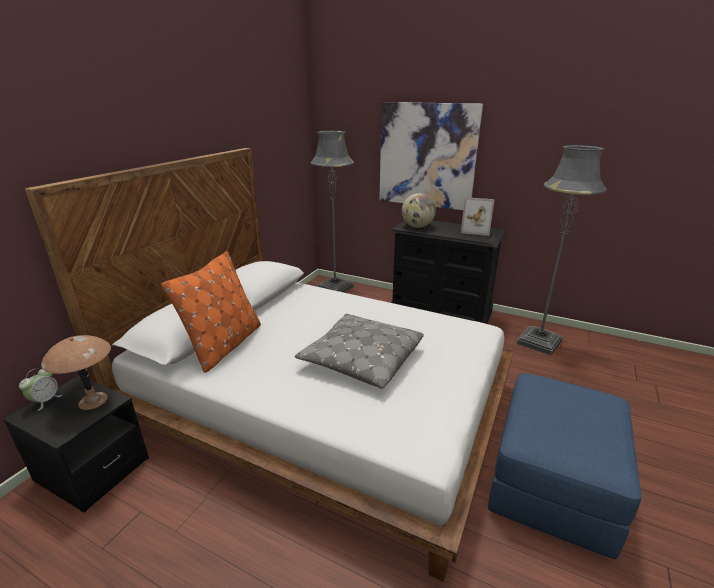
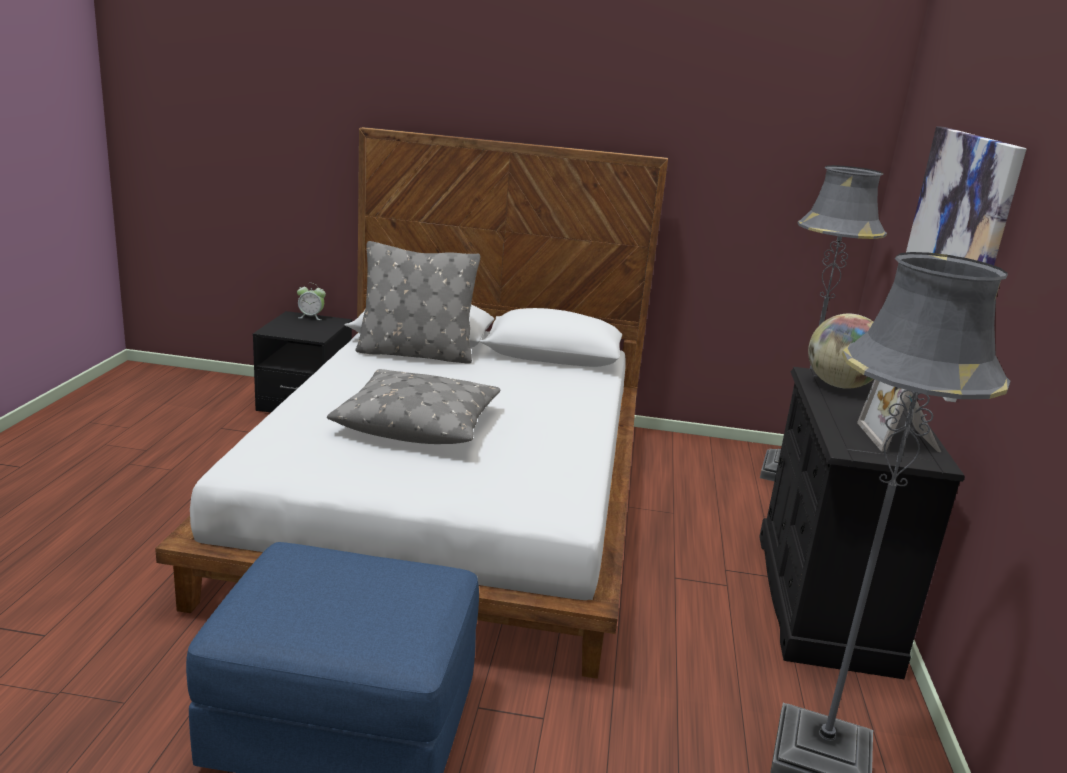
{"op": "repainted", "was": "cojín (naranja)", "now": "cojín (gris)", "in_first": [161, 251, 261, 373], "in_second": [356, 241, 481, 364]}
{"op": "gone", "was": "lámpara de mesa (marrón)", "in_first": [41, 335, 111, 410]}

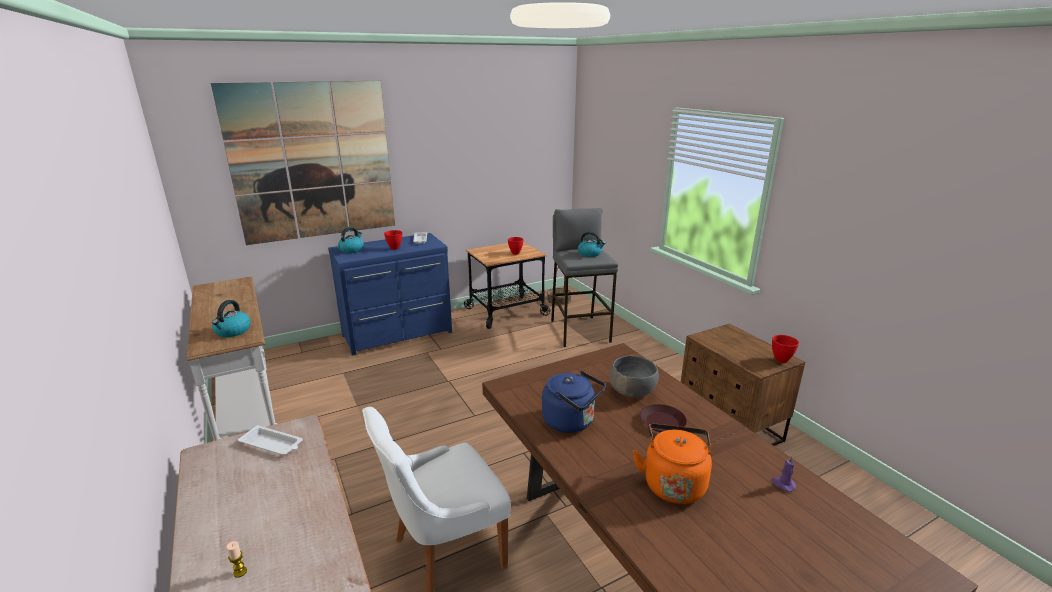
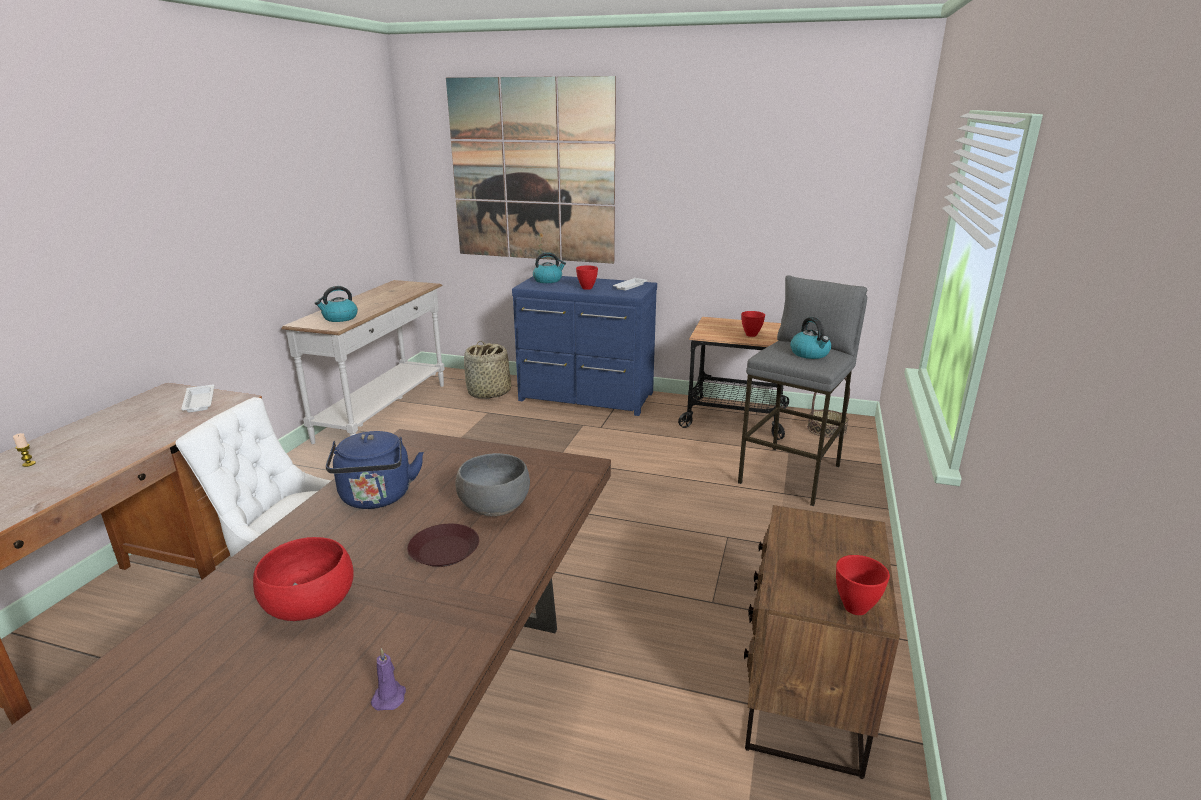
{"op": "swapped", "was": "hervidor (naranja)", "now": "cuenco (rojo)", "in_first": [633, 424, 712, 504], "in_second": [253, 537, 354, 621]}
{"op": "new", "now": "cesta", "in_second": [464, 341, 511, 399]}

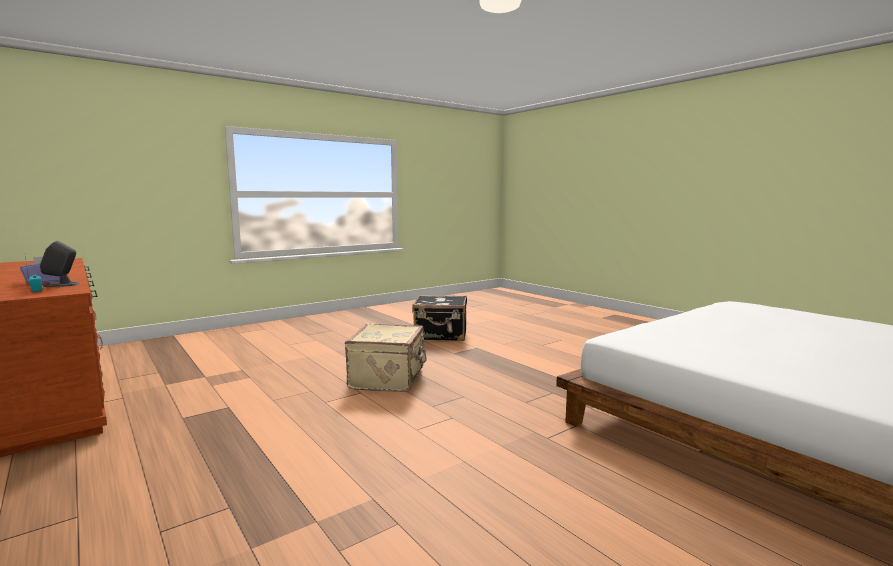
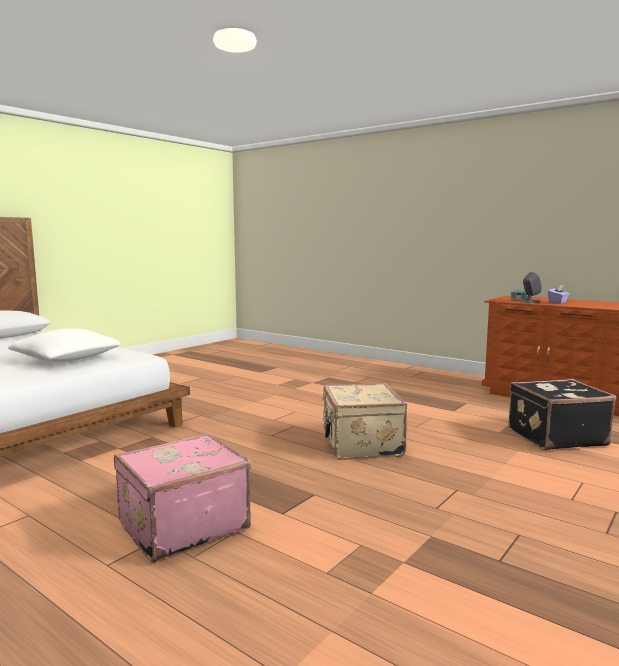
{"op": "shifted", "was": "maleta (negro)", "in_first": [412, 295, 467, 341], "in_second": [508, 379, 616, 450]}
{"op": "new", "now": "cojín (blanco)", "in_second": [8, 328, 120, 362]}
{"op": "new", "now": "maleta (rosa)", "in_second": [114, 433, 251, 563]}

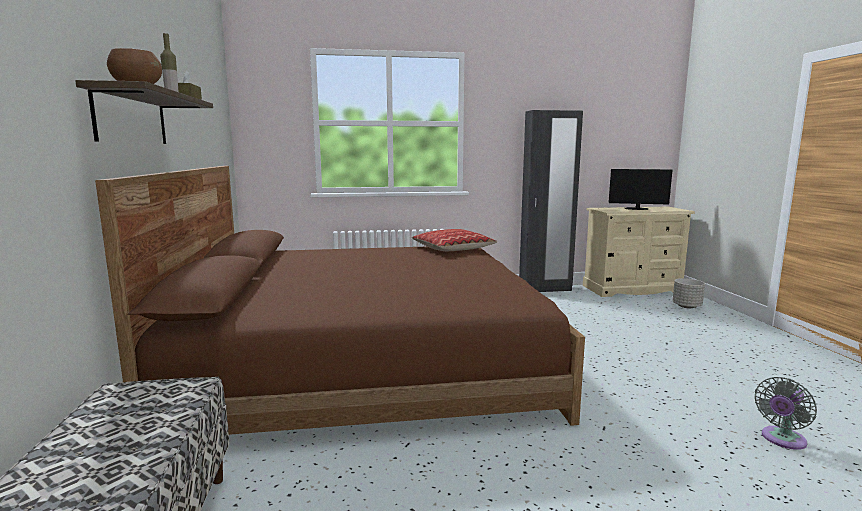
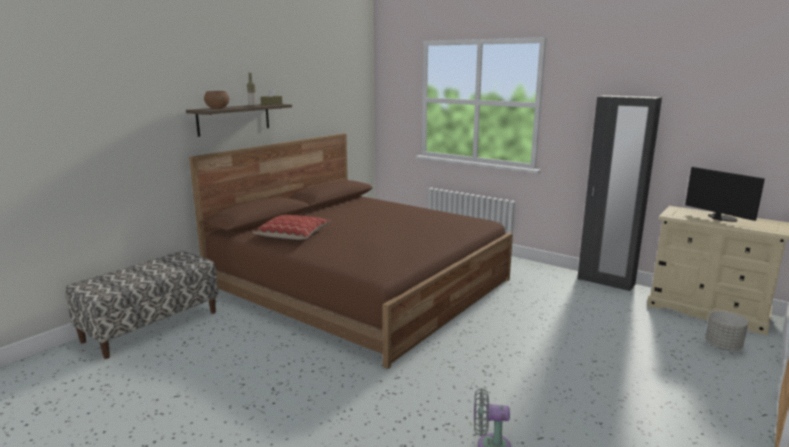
{"op": "shifted", "was": "cojín", "in_first": [412, 229, 497, 251], "in_second": [253, 215, 331, 240]}

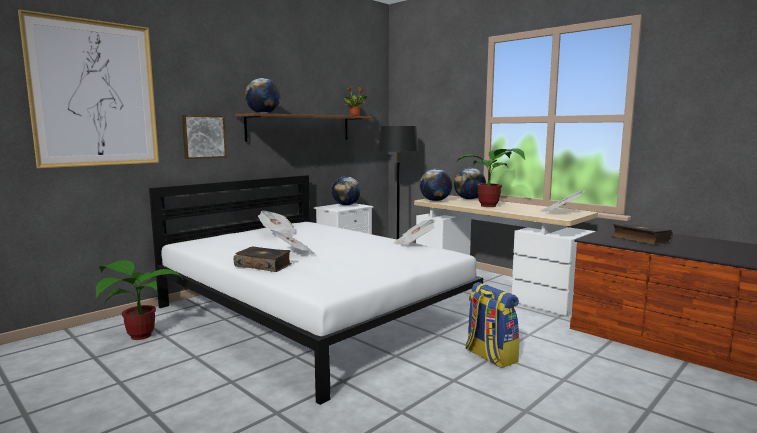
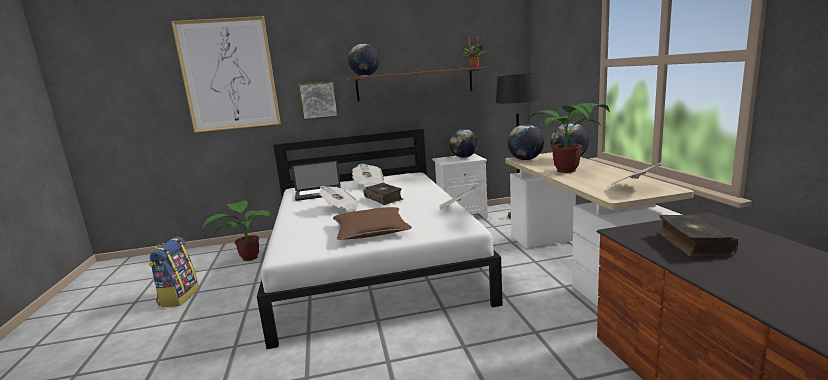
{"op": "shifted", "was": "libro", "in_first": [234, 246, 292, 272], "in_second": [364, 183, 403, 205]}
{"op": "shifted", "was": "mochila", "in_first": [466, 282, 519, 368], "in_second": [149, 237, 199, 307]}
{"op": "new", "now": "portátil", "in_second": [292, 160, 341, 201]}
{"op": "new", "now": "cojín (marrón)", "in_second": [333, 207, 412, 240]}

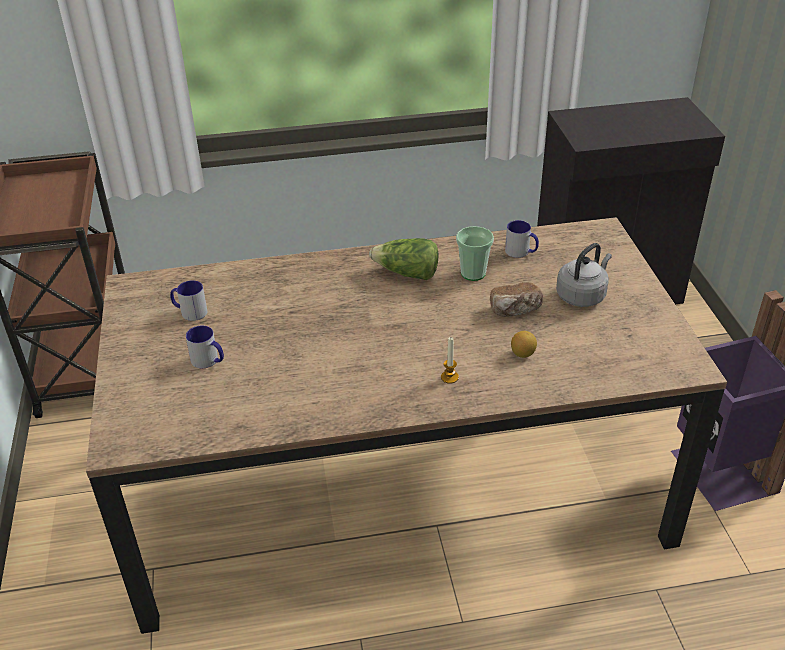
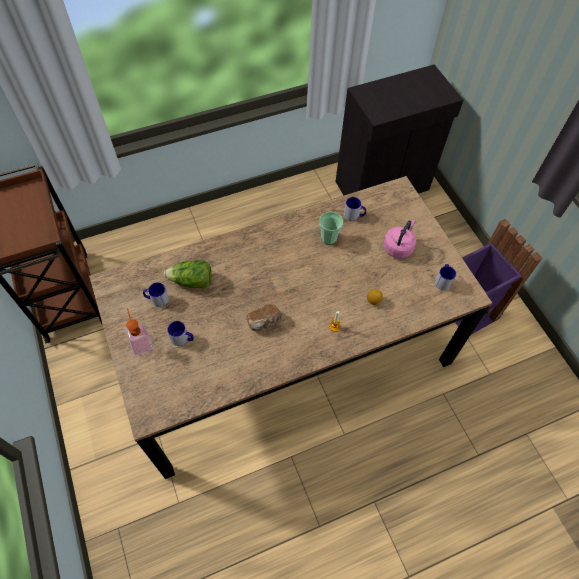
{"op": "shifted", "was": "lechuga", "in_first": [369, 238, 438, 280], "in_second": [164, 260, 211, 289]}
{"op": "repainted", "was": "hervidor (gris)", "now": "hervidor (rosa)", "in_first": [556, 243, 612, 307], "in_second": [384, 220, 416, 258]}
{"op": "shifted", "was": "pan", "in_first": [490, 282, 543, 317], "in_second": [247, 304, 282, 331]}
{"op": "new", "now": "taza grande", "in_second": [435, 264, 456, 290]}
{"op": "new", "now": "dispensador de jabón", "in_second": [126, 308, 153, 355]}

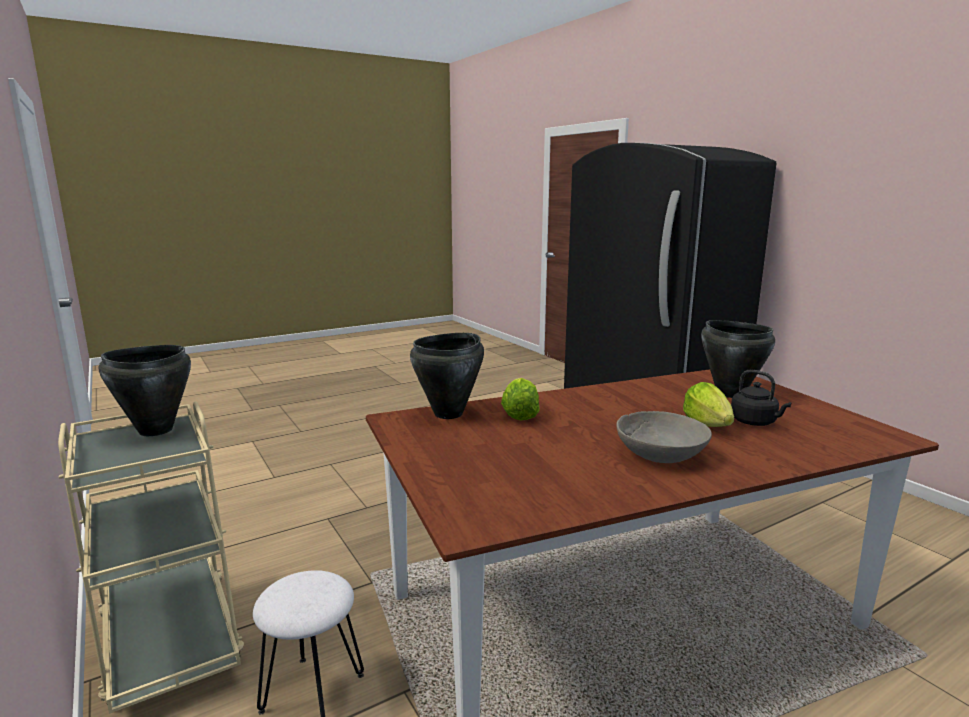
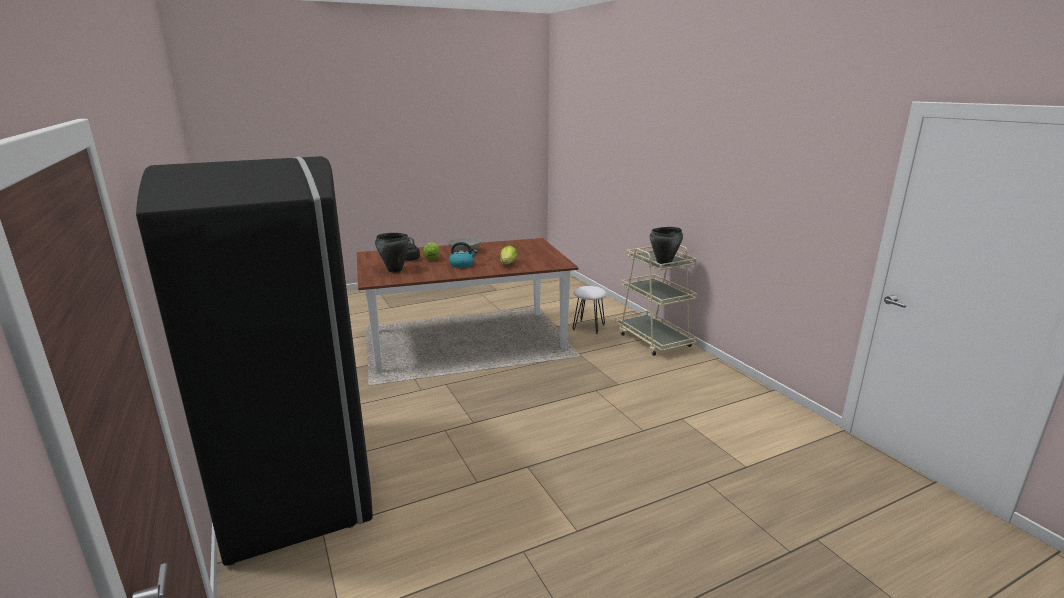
{"op": "gone", "was": "olla (negro)", "in_first": [410, 333, 484, 419]}
{"op": "new", "now": "hervidor", "in_second": [449, 242, 478, 268]}

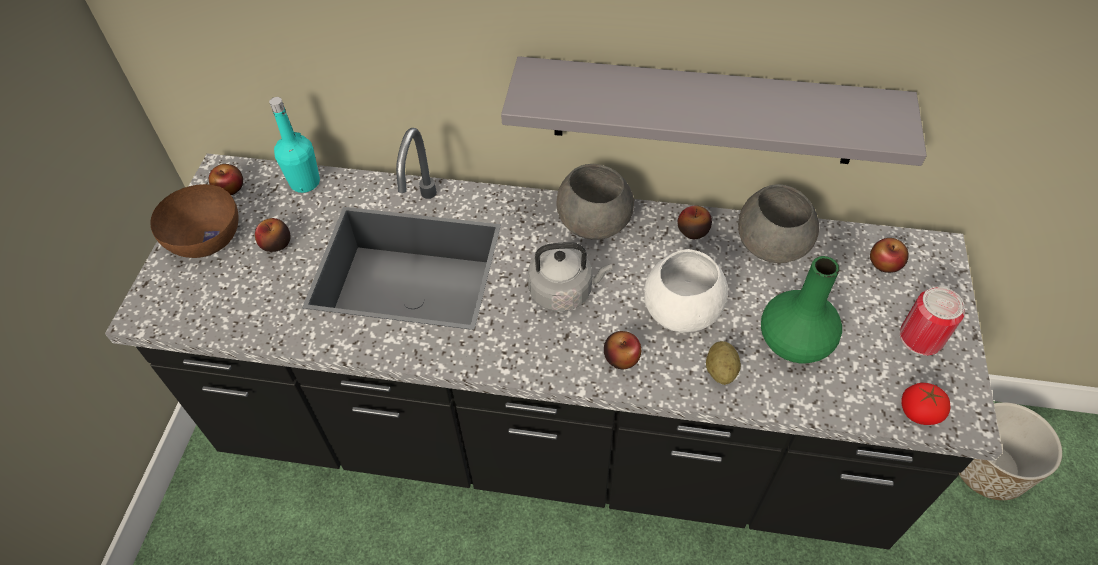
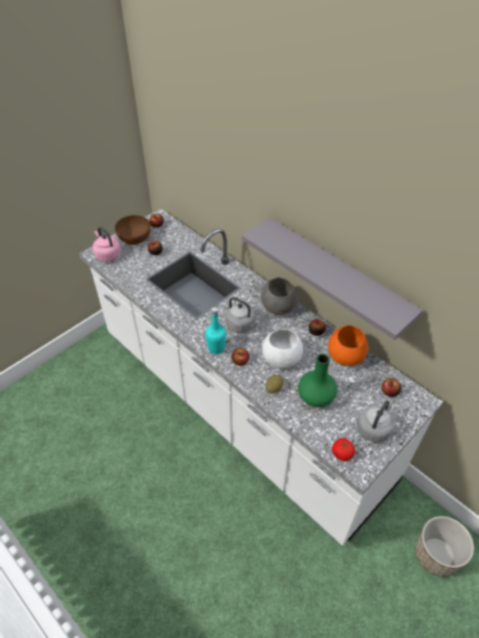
{"op": "shifted", "was": "botella (turquesa)", "in_first": [269, 97, 320, 193], "in_second": [205, 307, 226, 354]}
{"op": "repainted", "was": "mueble bajo de cocina (negro)", "now": "mueble bajo de cocina (blanco)", "in_first": [105, 128, 1003, 550], "in_second": [79, 209, 443, 546]}
{"op": "repainted", "was": "cuenco (gris)", "now": "cuenco (naranja)", "in_first": [738, 184, 819, 263], "in_second": [328, 326, 368, 366]}
{"op": "swapped", "was": "lata", "now": "hervidor (gris)", "in_first": [900, 286, 965, 356], "in_second": [357, 399, 395, 443]}
{"op": "new", "now": "hervidor (rosa)", "in_second": [93, 227, 121, 262]}

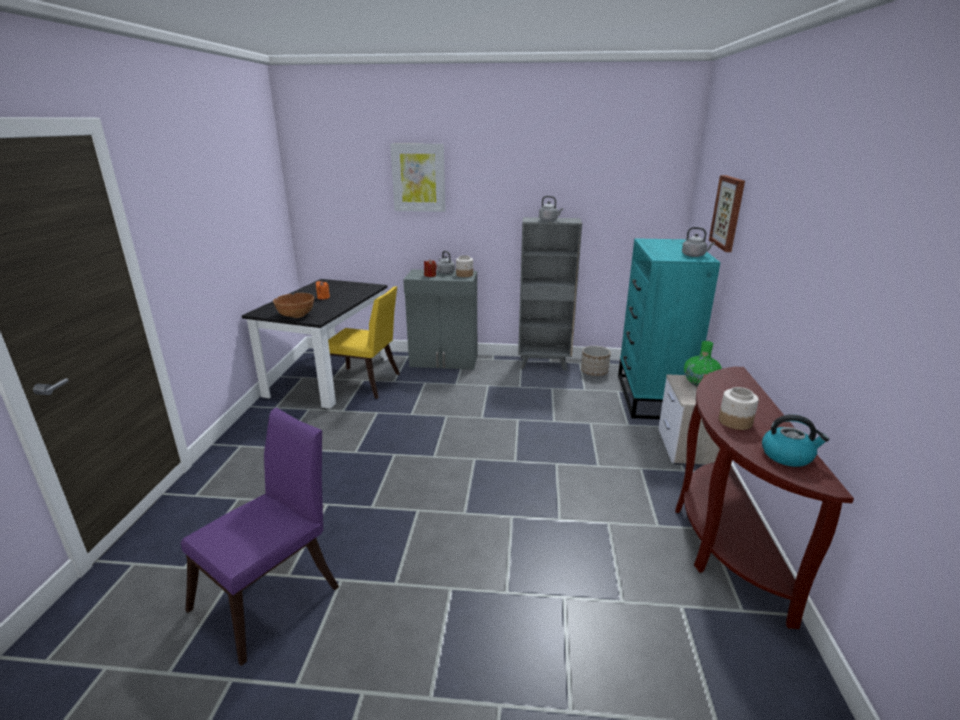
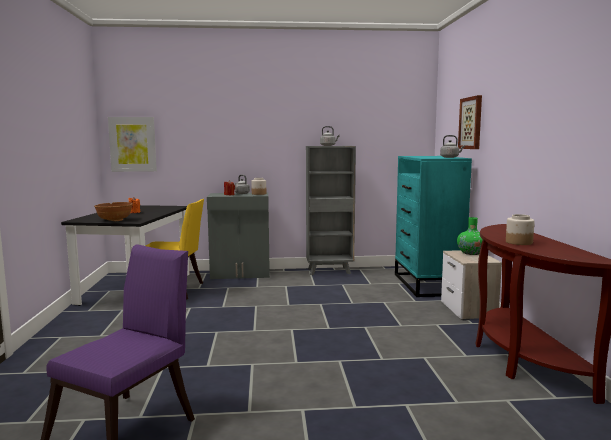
{"op": "shifted", "was": "cuadro", "in_first": [390, 143, 446, 212], "in_second": [108, 117, 157, 172]}
{"op": "gone", "was": "maceta", "in_first": [581, 346, 611, 376]}
{"op": "gone", "was": "hervidor", "in_first": [762, 414, 829, 467]}

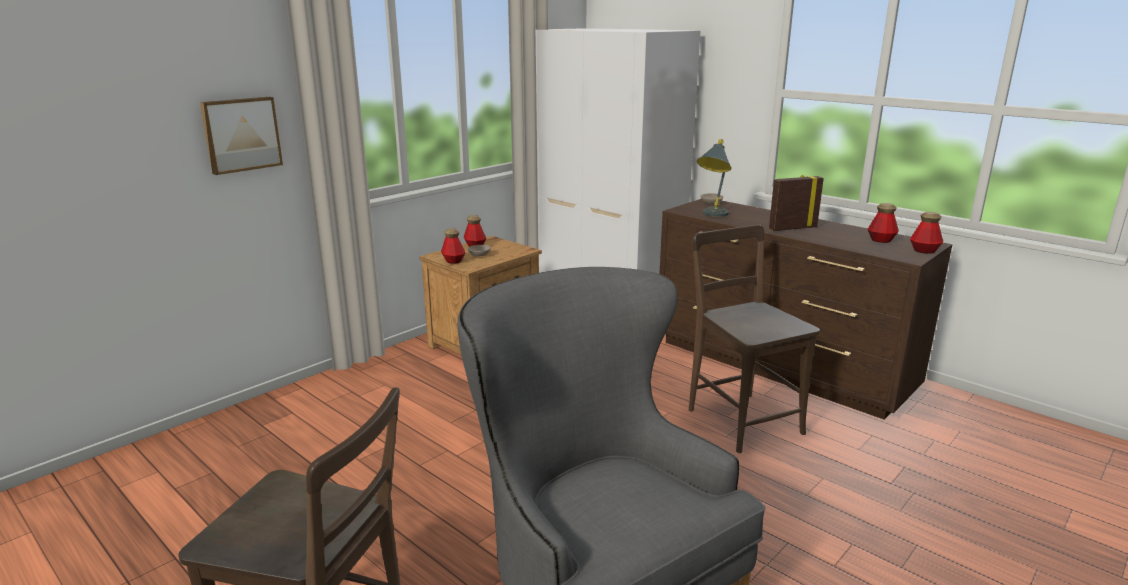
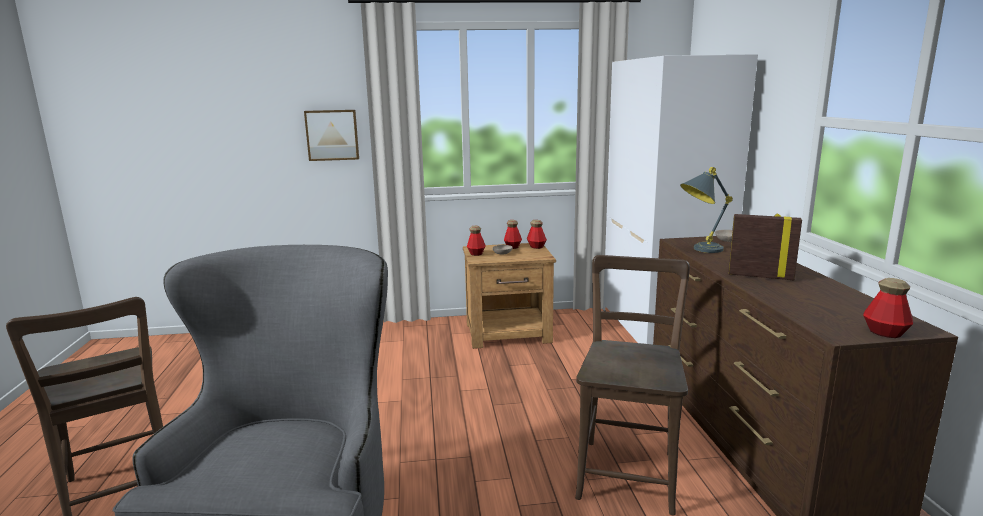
{"op": "shifted", "was": "botella", "in_first": [868, 203, 899, 243], "in_second": [527, 220, 547, 249]}

